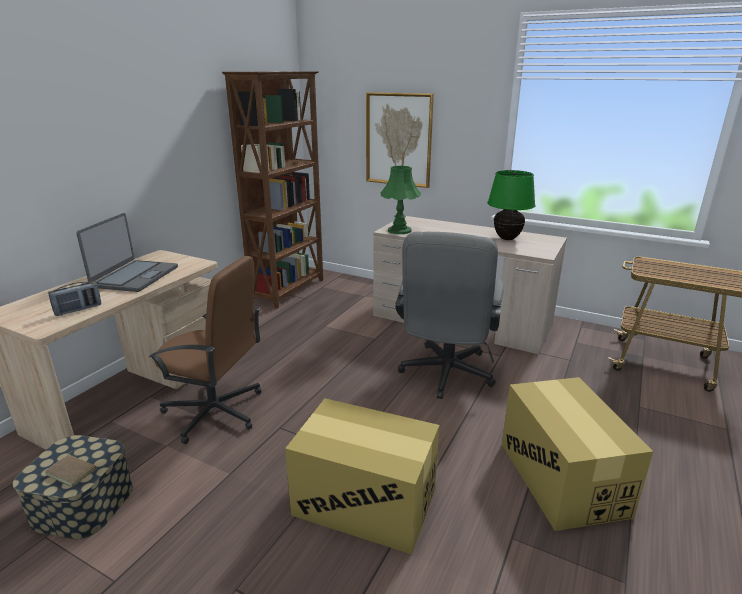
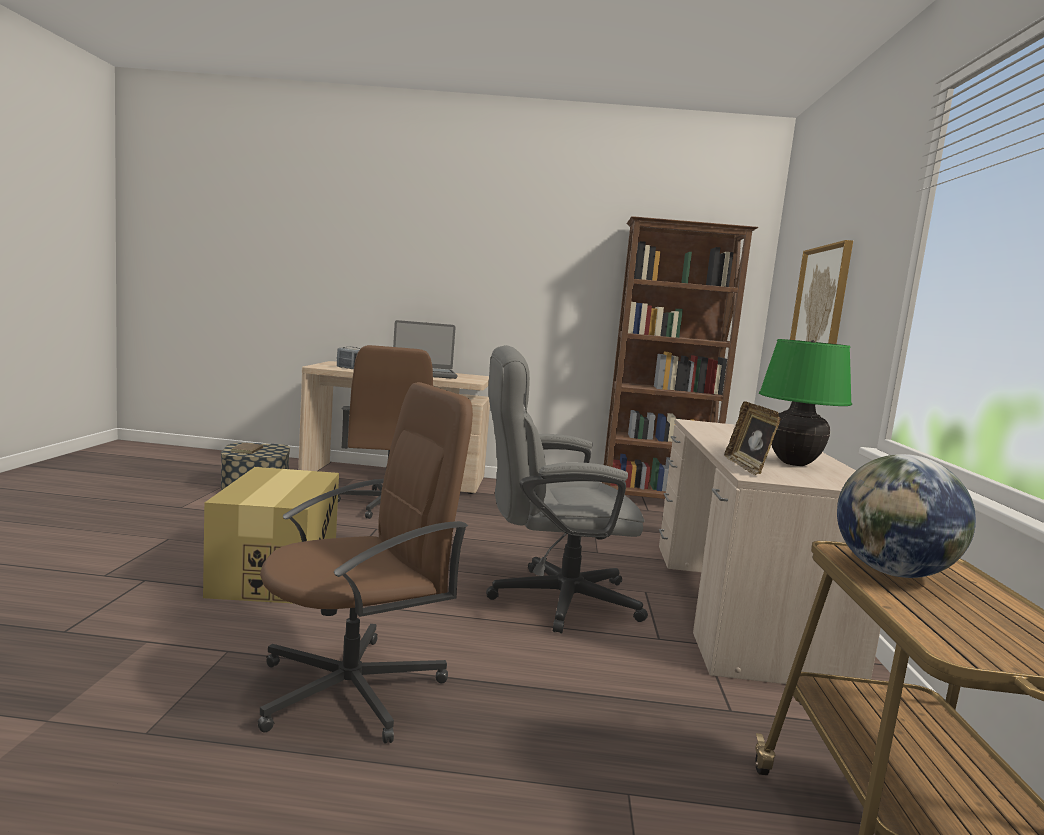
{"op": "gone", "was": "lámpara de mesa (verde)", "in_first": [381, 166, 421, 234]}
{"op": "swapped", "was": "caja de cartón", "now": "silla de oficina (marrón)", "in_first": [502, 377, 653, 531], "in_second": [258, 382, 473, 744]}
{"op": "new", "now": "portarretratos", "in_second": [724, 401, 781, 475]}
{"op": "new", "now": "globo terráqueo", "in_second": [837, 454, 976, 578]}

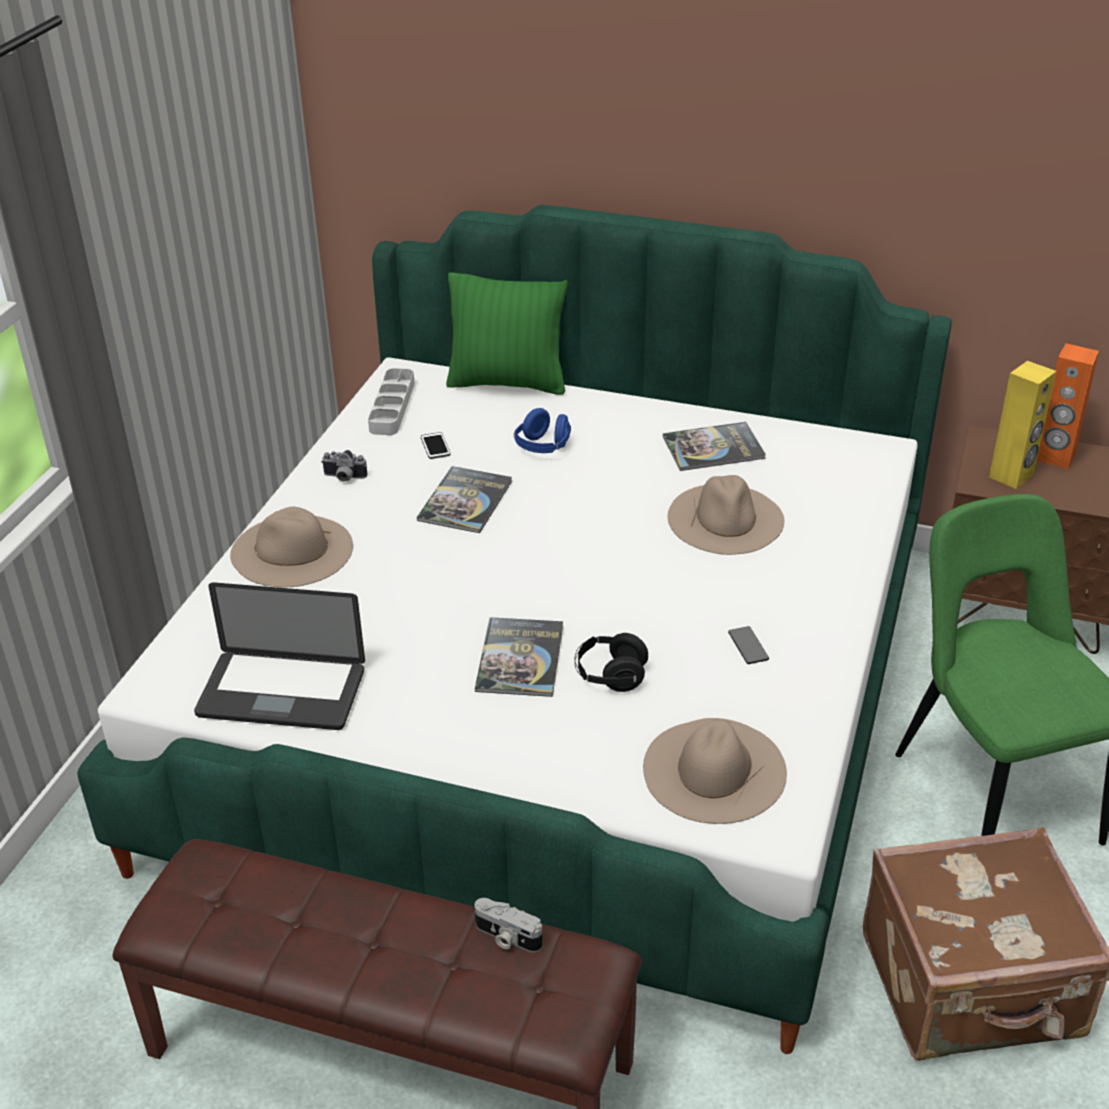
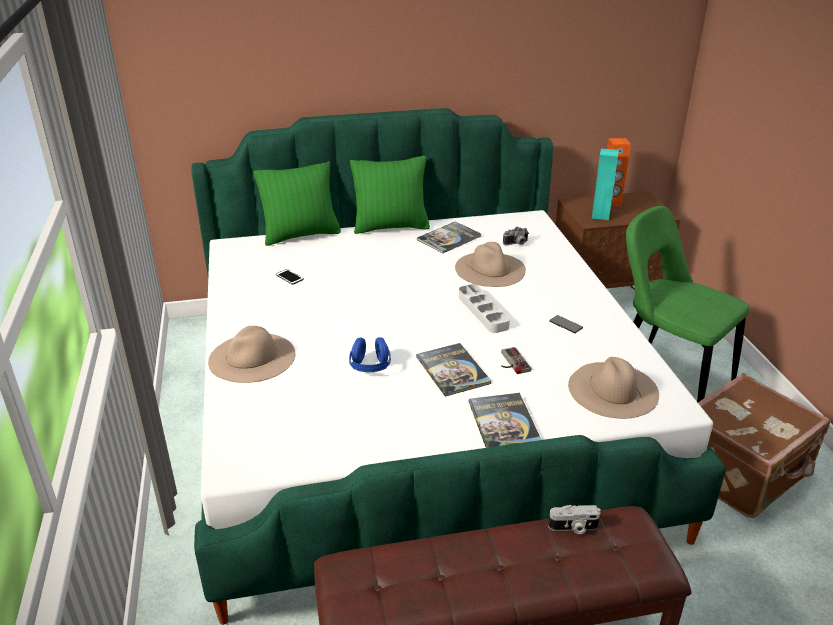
{"op": "repainted", "was": "altavoz (amarillo)", "now": "altavoz (turquesa)", "in_first": [989, 361, 1057, 489], "in_second": [592, 149, 619, 220]}
{"op": "shifted", "was": "bandeja (gris)", "in_first": [368, 368, 415, 435], "in_second": [459, 284, 510, 333]}
{"op": "shifted", "was": "auriculares (azul)", "in_first": [514, 408, 571, 453], "in_second": [349, 337, 391, 372]}
{"op": "shifted", "was": "cámara", "in_first": [321, 450, 367, 482], "in_second": [503, 227, 529, 245]}
{"op": "shifted", "was": "libro", "in_first": [417, 466, 512, 533], "in_second": [469, 393, 541, 448]}
{"op": "gone", "was": "portátil", "in_first": [194, 582, 365, 730]}
{"op": "swapped", "was": "auriculares (negro)", "now": "mando de consola", "in_first": [575, 633, 648, 692], "in_second": [501, 347, 531, 374]}
{"op": "new", "now": "cojín (verde)", "in_second": [350, 156, 430, 234]}

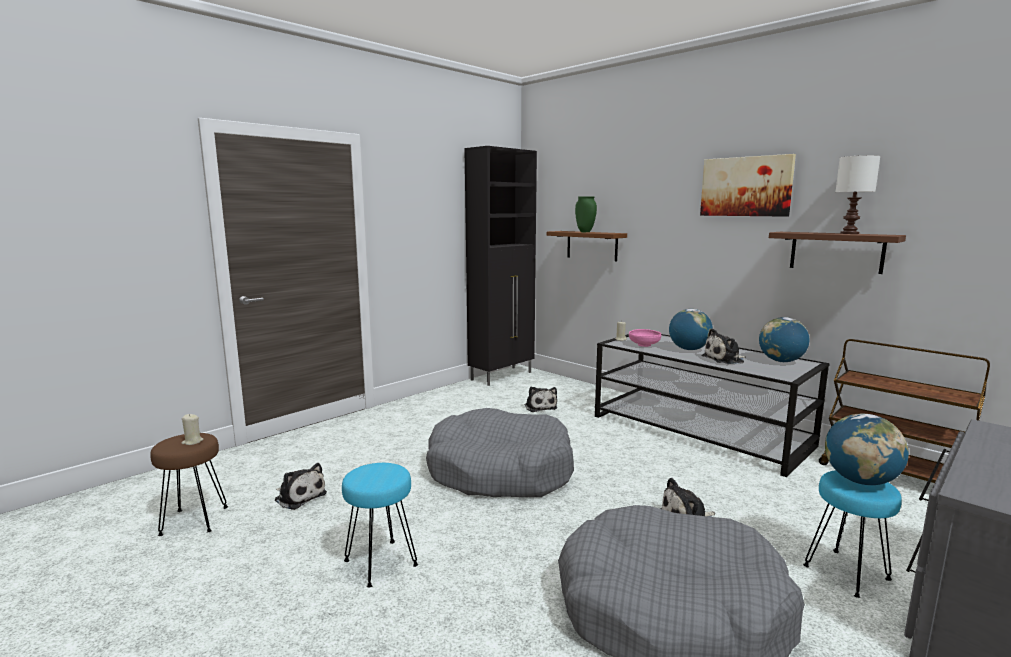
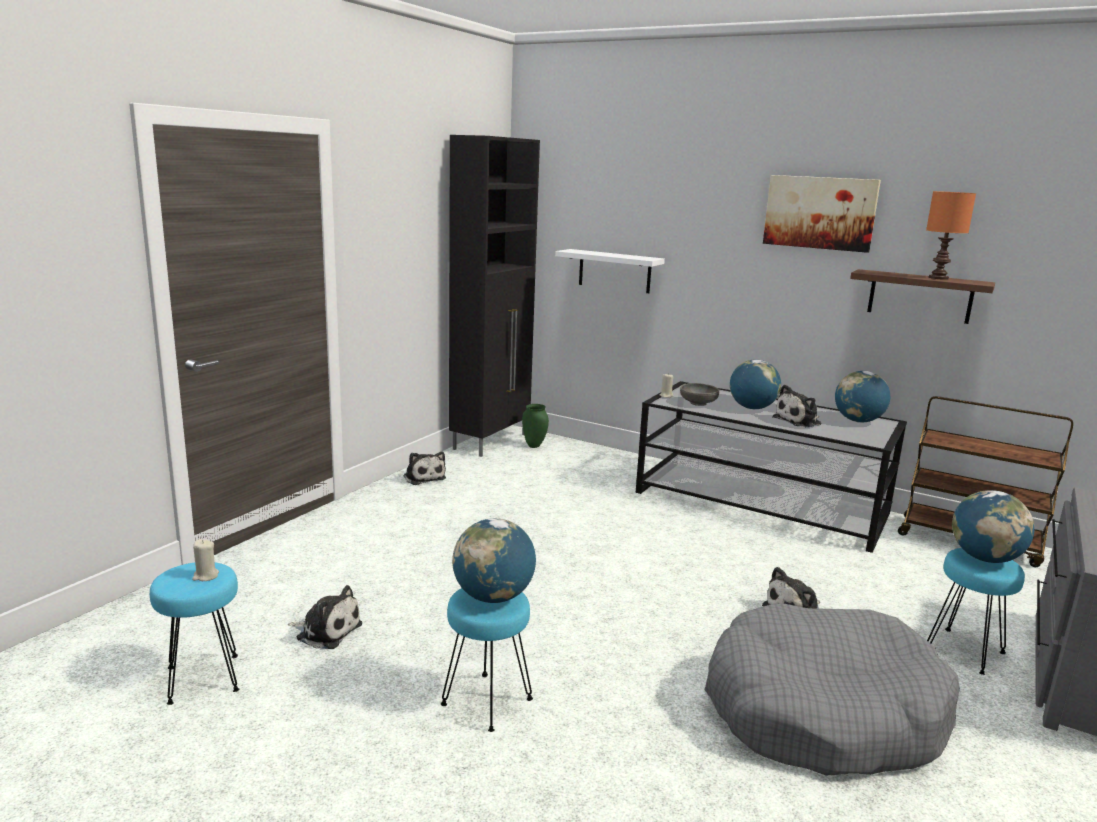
{"op": "repainted", "was": "lámpara de mesa (blanco)", "now": "lámpara de mesa (naranja)", "in_first": [836, 155, 880, 234], "in_second": [926, 191, 976, 280]}
{"op": "shifted", "was": "florero (verde)", "in_first": [575, 196, 597, 232], "in_second": [522, 404, 549, 448]}
{"op": "repainted", "was": "estante (marrón)", "now": "estante (blanco)", "in_first": [547, 231, 627, 261], "in_second": [555, 249, 665, 293]}
{"op": "repainted", "was": "cuenco (rosa)", "now": "cuenco (gris)", "in_first": [629, 329, 661, 347], "in_second": [680, 383, 719, 406]}
{"op": "shifted", "was": "peluche", "in_first": [525, 387, 557, 412], "in_second": [403, 451, 446, 485]}
{"op": "gone", "was": "cama para perro (gris)", "in_first": [426, 408, 574, 497]}
{"op": "repainted", "was": "taburete (marrón)", "now": "taburete (turquesa)", "in_first": [150, 433, 228, 536], "in_second": [150, 562, 239, 705]}
{"op": "new", "now": "globo terráqueo", "in_second": [452, 518, 536, 603]}

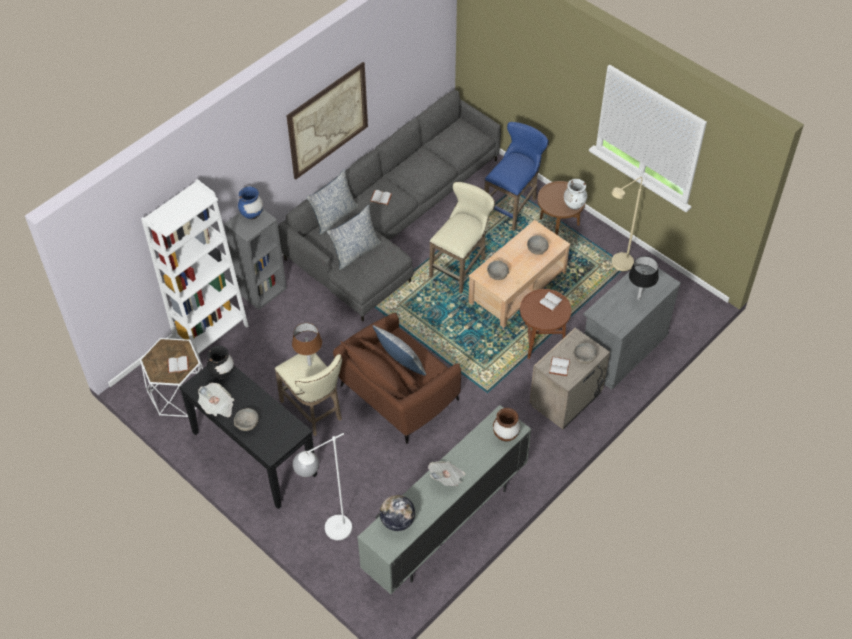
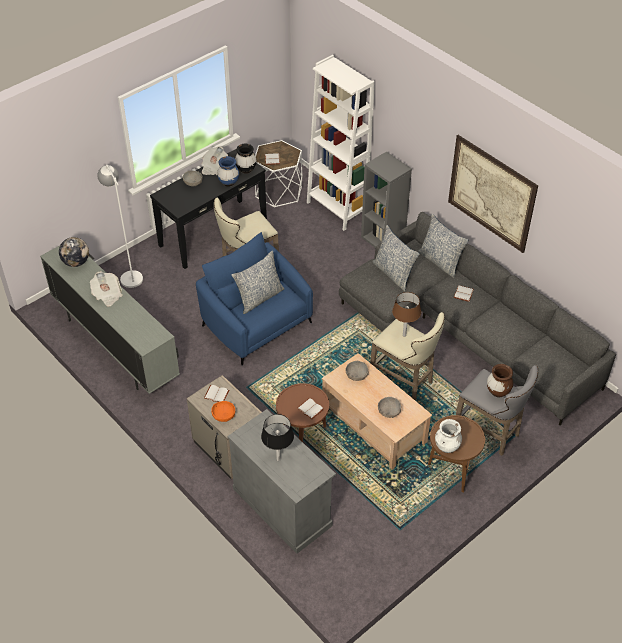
{"op": "repainted", "was": "taburete (azul)", "now": "taburete (gris)", "in_first": [484, 122, 549, 231], "in_second": [456, 365, 538, 456]}
{"op": "gone", "was": "lámpara de pie (beis)", "in_first": [612, 177, 643, 272]}
{"op": "shifted", "was": "florero (azul)", "in_first": [238, 187, 263, 220], "in_second": [217, 156, 239, 187]}
{"op": "repainted", "was": "sillón (marrón)", "now": "sillón (azul)", "in_first": [333, 313, 461, 444], "in_second": [196, 232, 313, 365]}
{"op": "shifted", "was": "lámpara de mesa (marrón)", "in_first": [292, 323, 322, 366], "in_second": [392, 292, 421, 337]}
{"op": "repainted", "was": "cuenco (gris)", "now": "cuenco (naranja)", "in_first": [574, 343, 597, 364], "in_second": [211, 401, 235, 422]}
{"op": "shifted", "was": "florero (marrón)", "in_first": [493, 408, 520, 442], "in_second": [487, 364, 513, 397]}

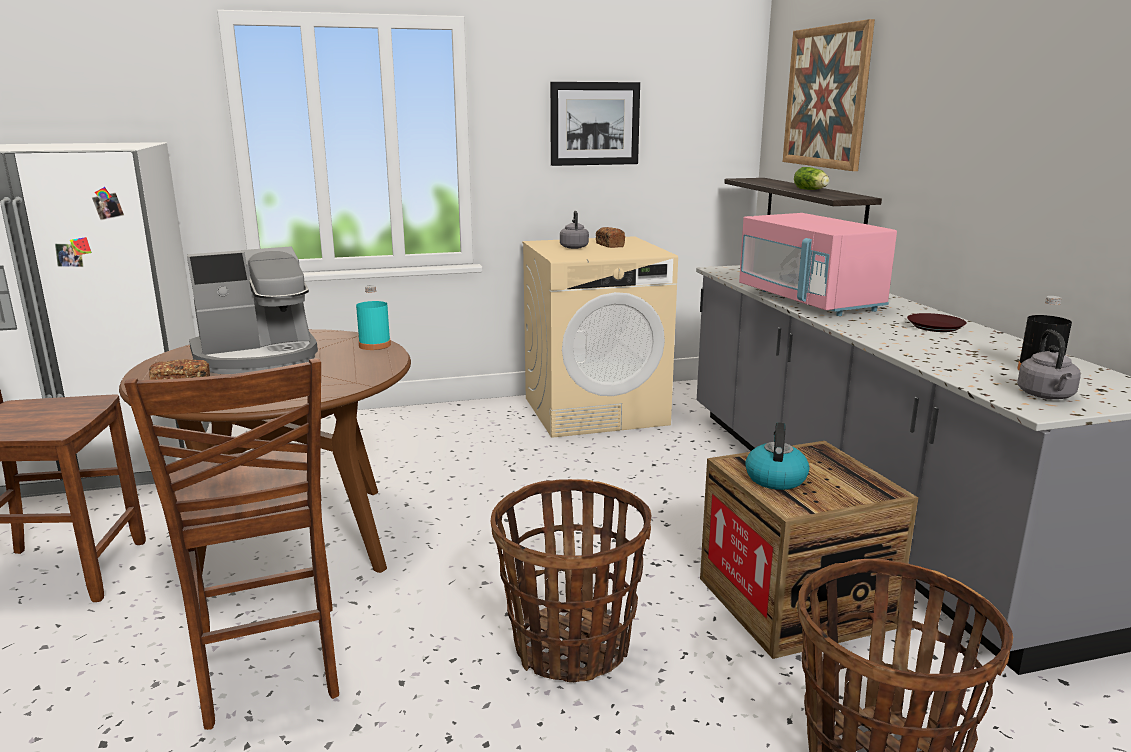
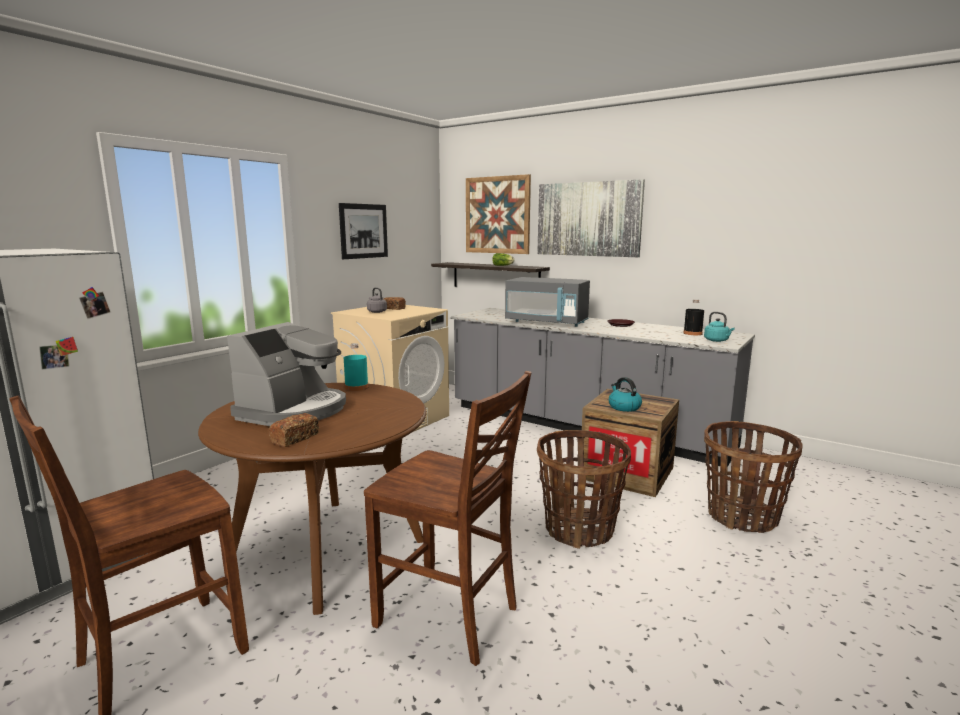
{"op": "repainted", "was": "microondas (rosa)", "now": "microondas (gris)", "in_first": [739, 213, 897, 316], "in_second": [505, 277, 590, 327]}
{"op": "repainted", "was": "hervidor (gris)", "now": "hervidor (turquesa)", "in_first": [1017, 329, 1081, 399], "in_second": [704, 312, 735, 342]}
{"op": "new", "now": "cuadro", "in_second": [537, 179, 645, 257]}

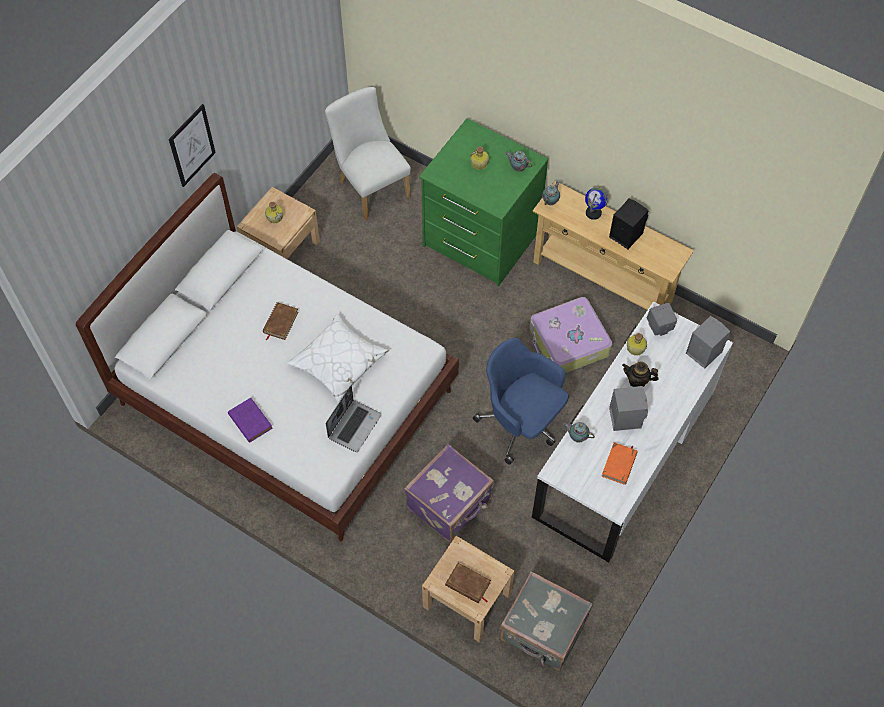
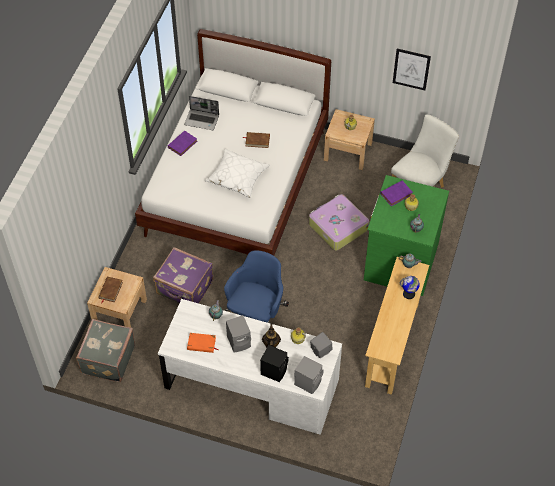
{"op": "shifted", "was": "cuadro", "in_first": [169, 104, 216, 187], "in_second": [393, 49, 431, 90]}
{"op": "shifted", "was": "altavoz (negro)", "in_first": [609, 198, 648, 249], "in_second": [260, 345, 289, 382]}
{"op": "shifted", "was": "maleta", "in_first": [530, 297, 612, 373], "in_second": [309, 194, 369, 250]}
{"op": "shifted", "was": "portátil", "in_first": [326, 385, 382, 452], "in_second": [184, 96, 219, 130]}
{"op": "new", "now": "libro (morado)", "in_second": [380, 180, 413, 206]}

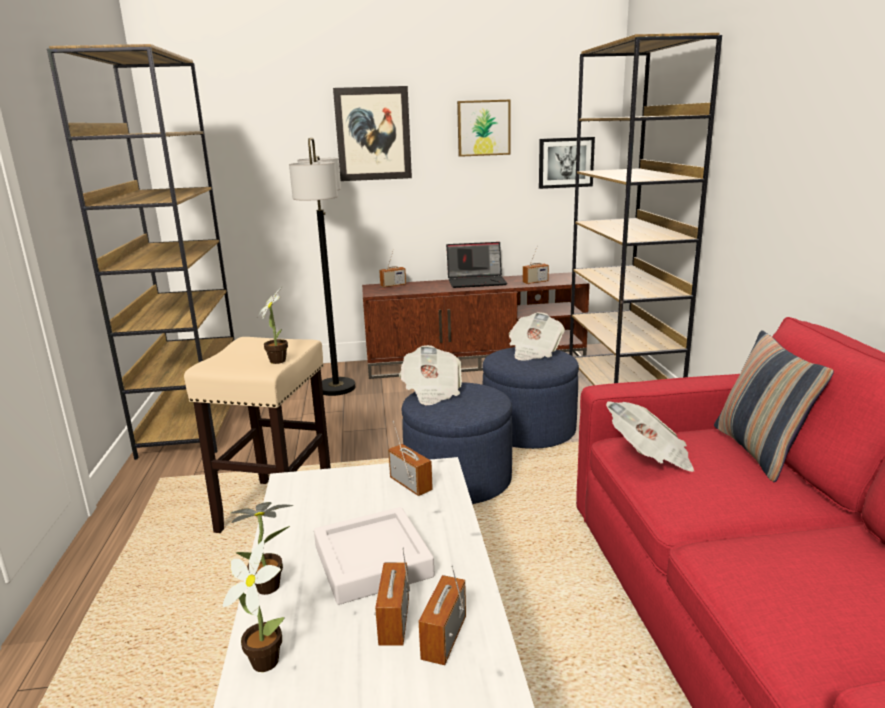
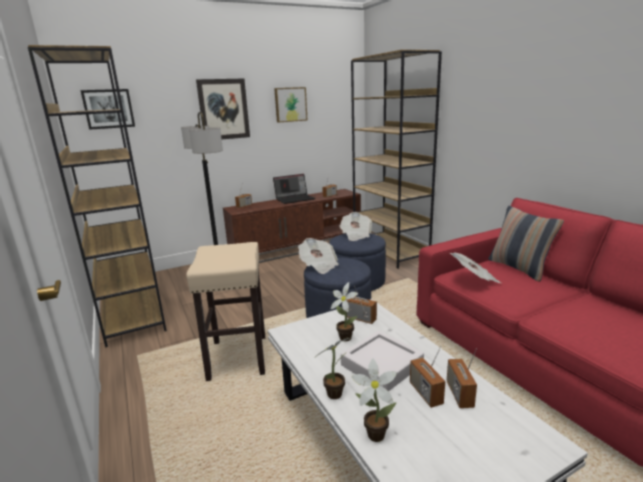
{"op": "shifted", "was": "cuadro", "in_first": [539, 137, 595, 189], "in_second": [80, 89, 135, 130]}
{"op": "shifted", "was": "planta en maceta", "in_first": [257, 286, 288, 364], "in_second": [331, 282, 358, 341]}

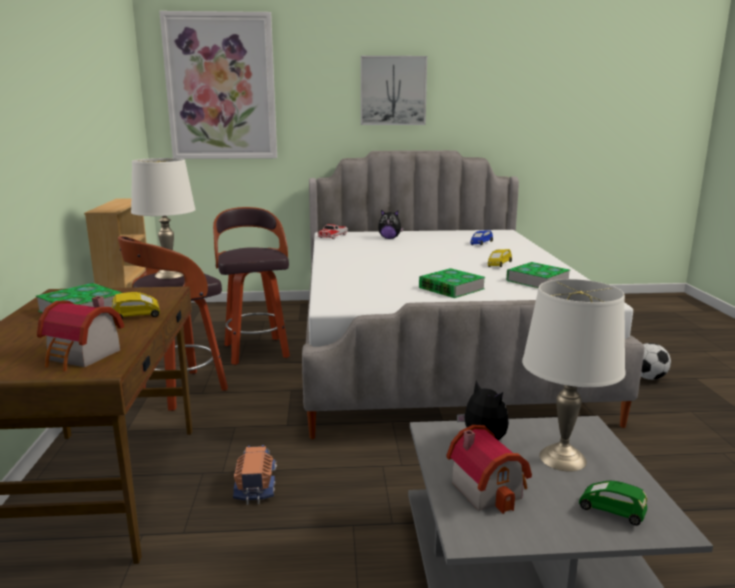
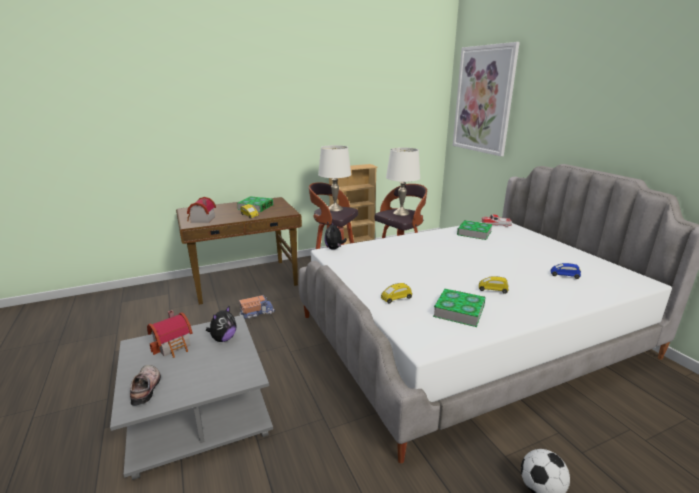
{"op": "gone", "was": "cuadro", "in_first": [361, 56, 427, 125]}
{"op": "shifted", "was": "peluche", "in_first": [378, 210, 404, 239], "in_second": [324, 221, 347, 250]}
{"op": "shifted", "was": "libro", "in_first": [419, 268, 485, 298], "in_second": [457, 220, 493, 240]}
{"op": "shifted", "was": "lámpara de mesa (blanco)", "in_first": [522, 279, 626, 472], "in_second": [386, 147, 420, 216]}
{"op": "swapped", "was": "coche de juguete (verde)", "now": "zapato", "in_first": [579, 481, 647, 526], "in_second": [130, 365, 161, 406]}
{"op": "new", "now": "coche de juguete (amarillo)", "in_second": [381, 283, 412, 303]}

